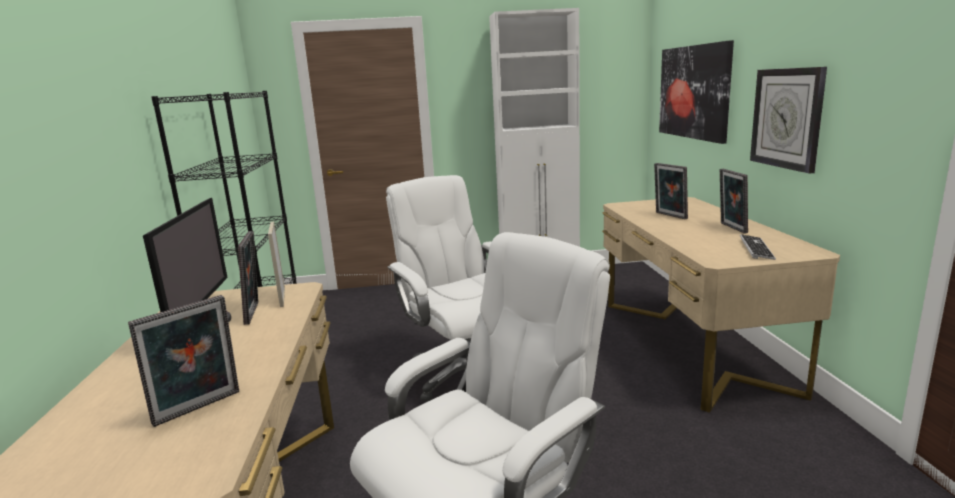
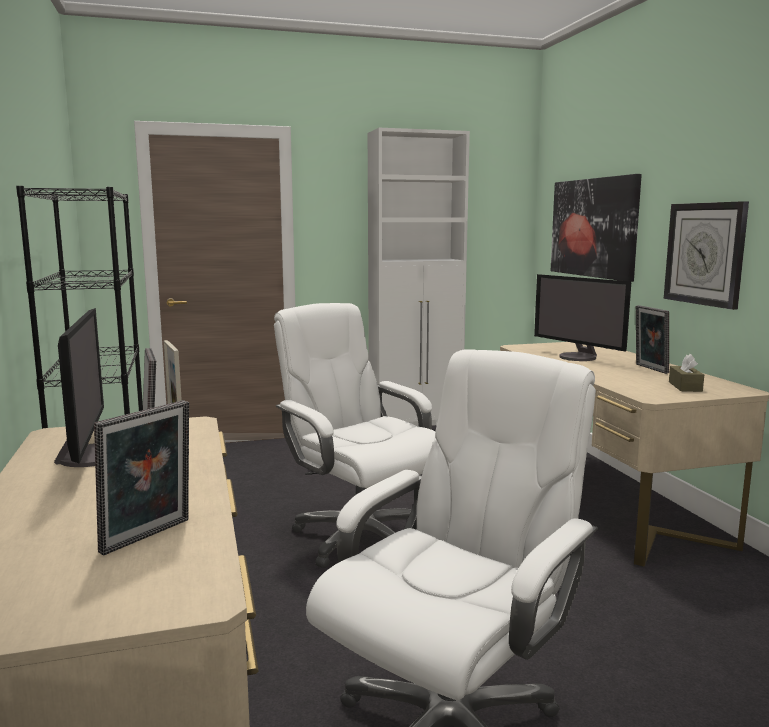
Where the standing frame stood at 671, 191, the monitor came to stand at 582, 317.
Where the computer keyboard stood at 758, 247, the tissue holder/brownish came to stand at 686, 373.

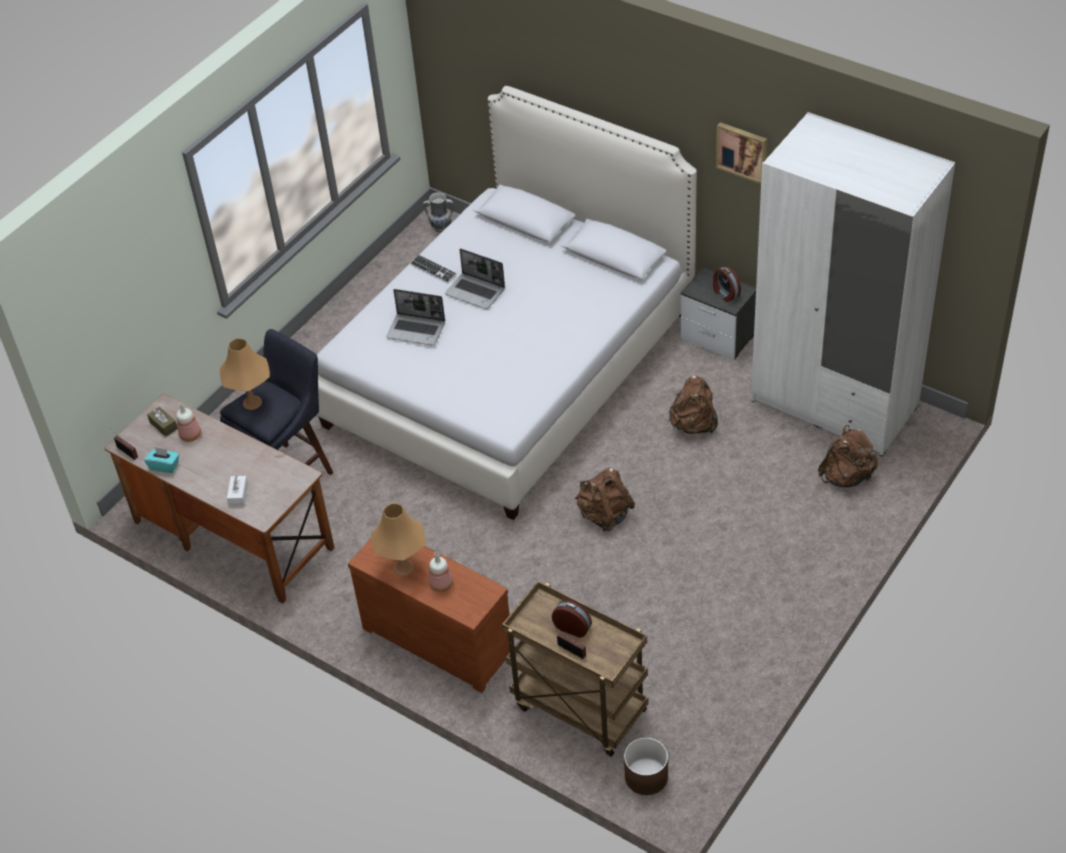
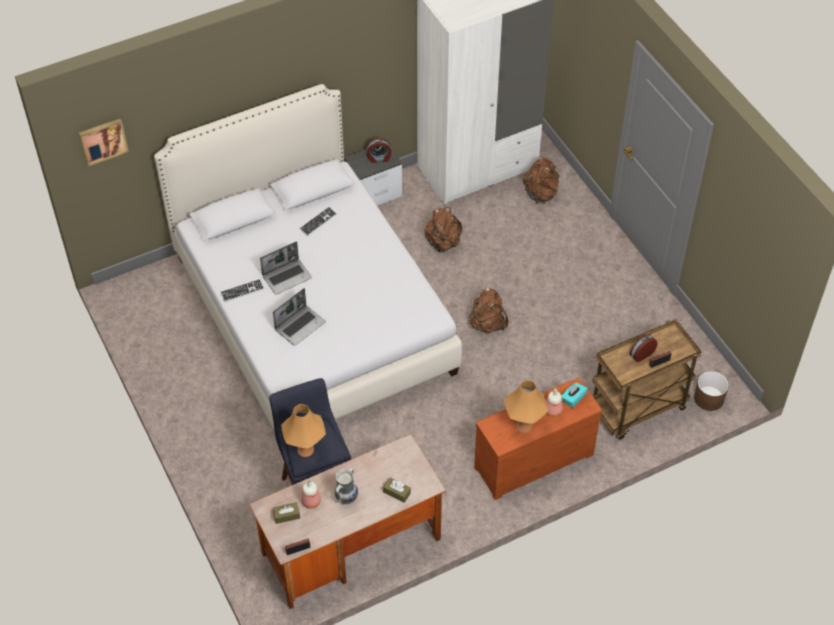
The wall art ended up elsewhere, having gone from 741, 153 to 104, 142.
The second view gained the computer keyboard at 318, 221.
The vase ended up elsewhere, having gone from 438, 212 to 346, 486.
What was the tissue holder/whitish at 237, 491 turned into the tissue holder/brownish at 397, 490.
The tissue holder/turquoise ended up elsewhere, having gone from 161, 460 to 574, 395.

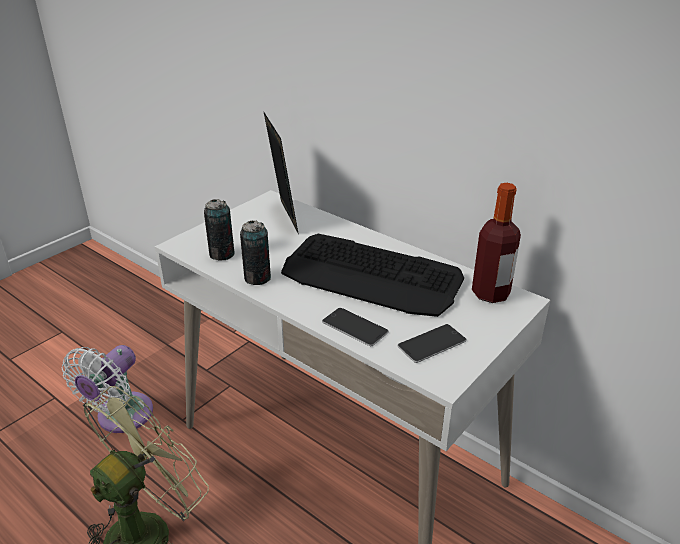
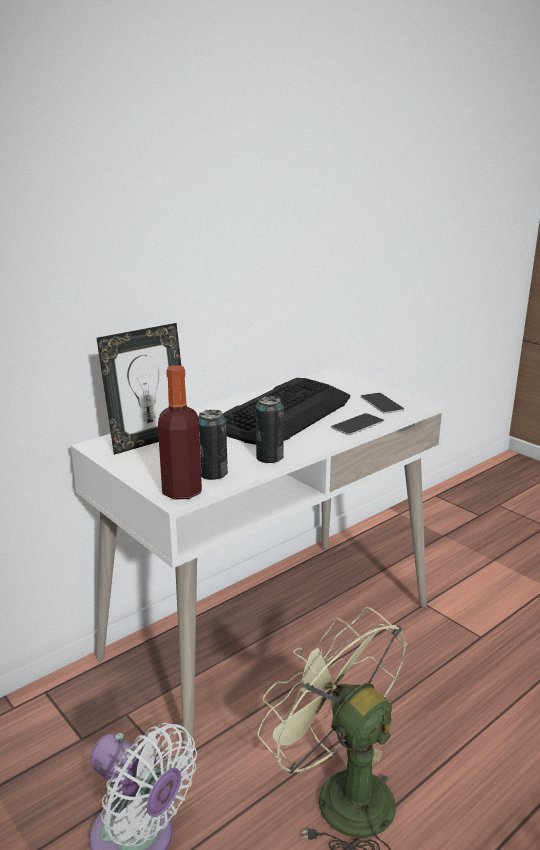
The standing frame at 281, 172 ended up facing another way, 150 degrees clockwise from before.
The drink bottle ended up elsewhere, having gone from 496, 243 to 180, 432.

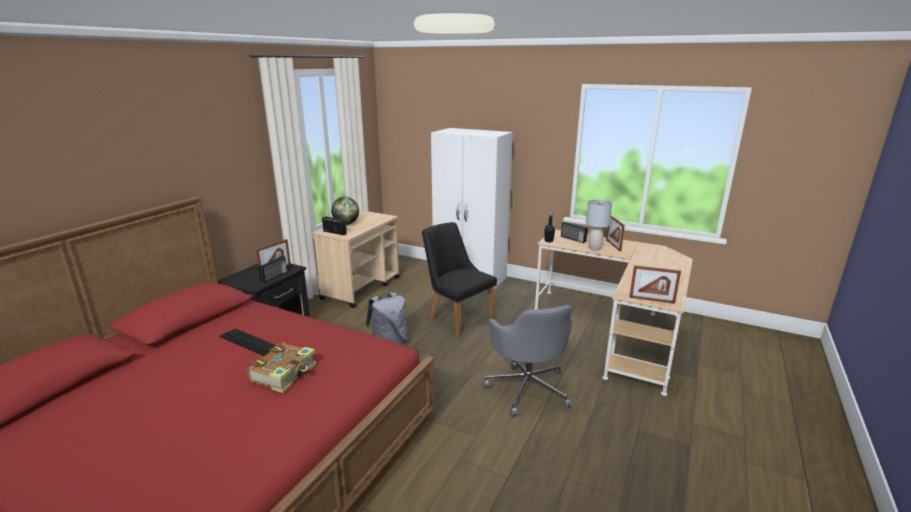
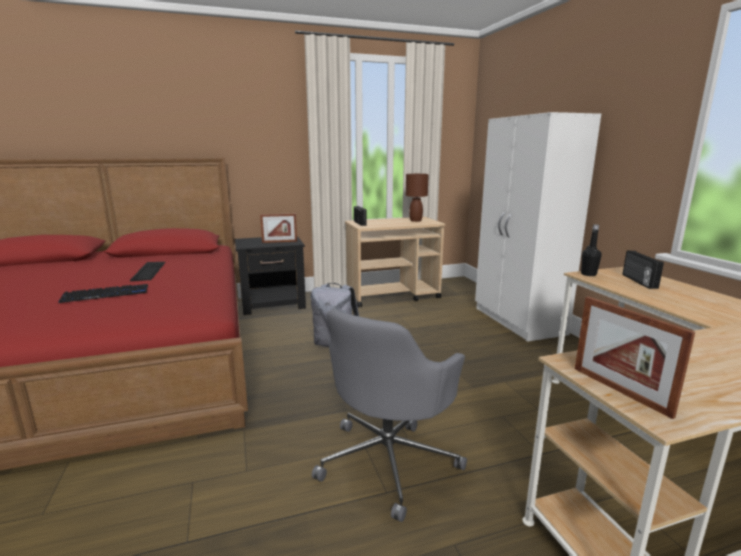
Where the bound book stood at 282, 368, the computer keyboard came to stand at 103, 293.
The second view gained the table lamp/brownish at 417, 198.
The second view lost the radio at 272, 269.
The second view lost the globe at 345, 211.
The second view lost the upright chair/blackish at 459, 280.
The second view lost the table lamp/gray at 599, 224.
The second view lost the standing frame at 615, 233.

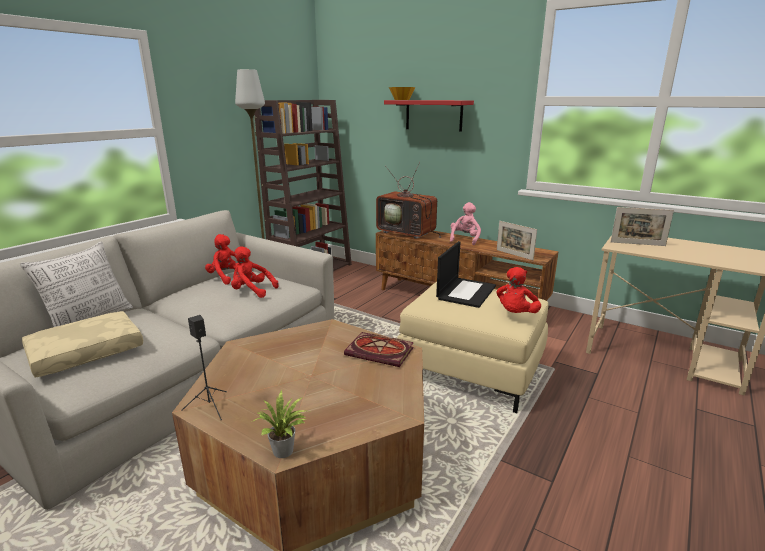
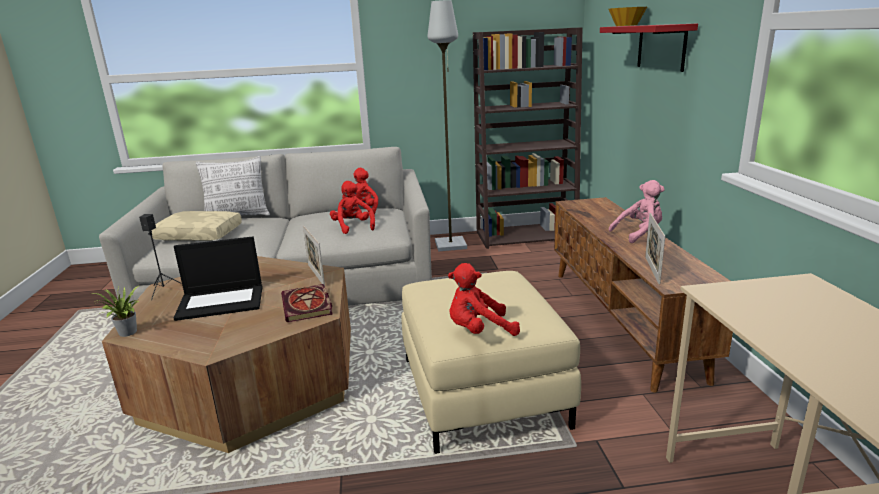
The portable computer ended up elsewhere, having gone from 466, 274 to 218, 278.
The standing frame ended up elsewhere, having gone from 642, 226 to 314, 255.
The second view lost the TV set at 408, 200.

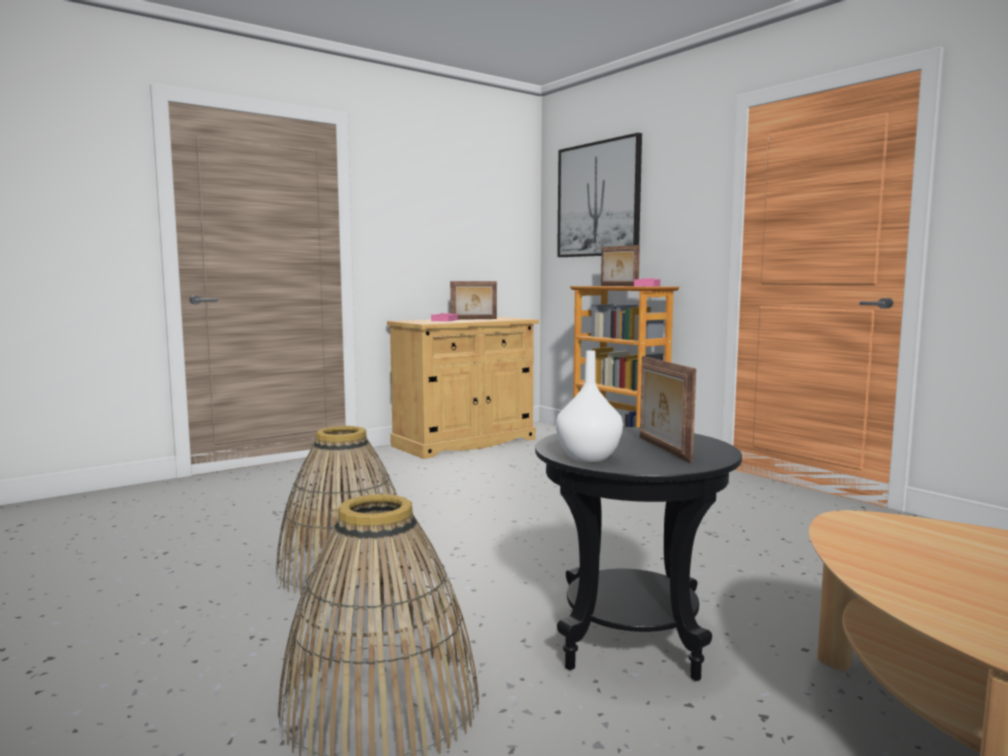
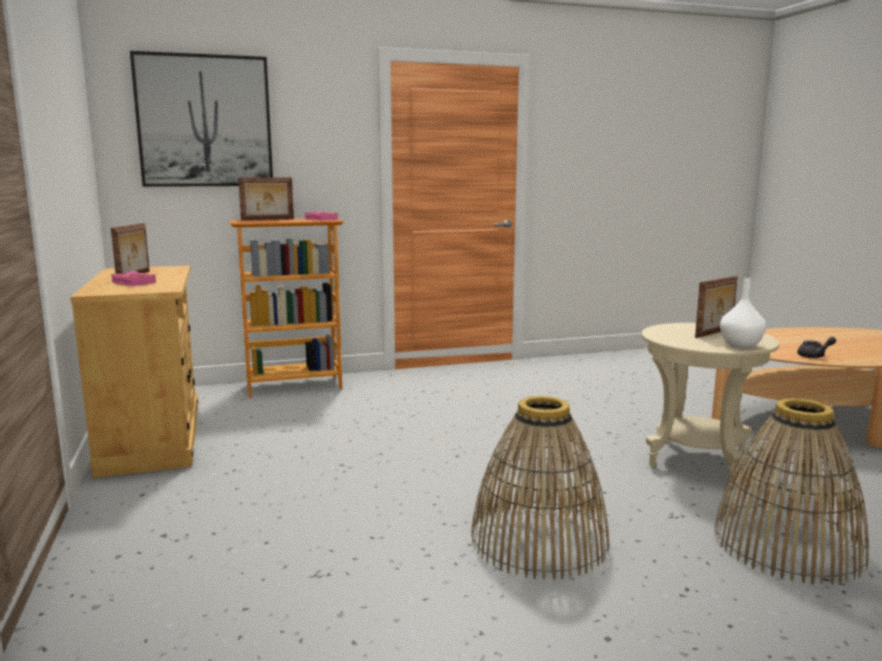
What was the accent table/blackish at 638, 554 turned into the accent table/beige at 710, 402.
The standing frame at 668, 409 ended up facing another way, 45 degrees counterclockwise from before.
The second view gained the pot for tea/gray at 816, 347.

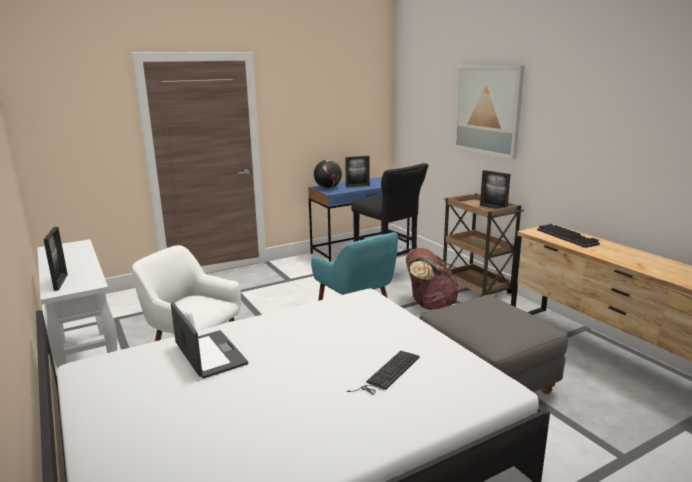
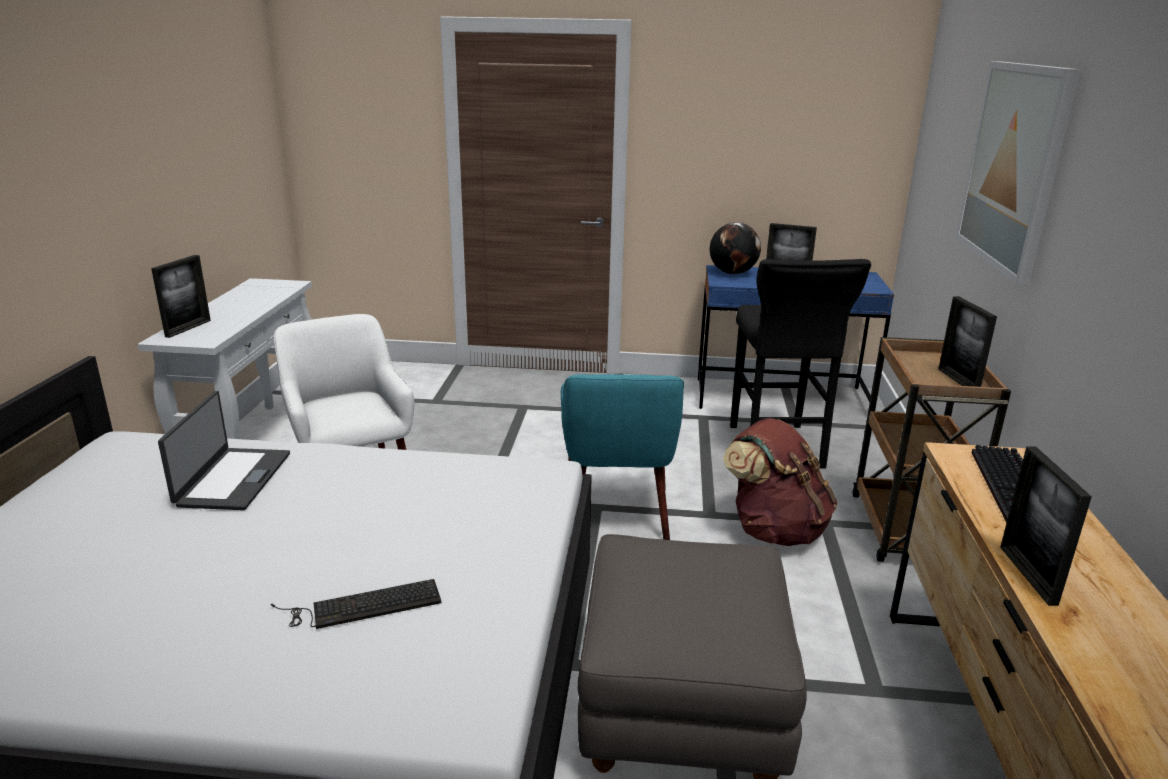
The second view gained the standing frame at 1046, 526.

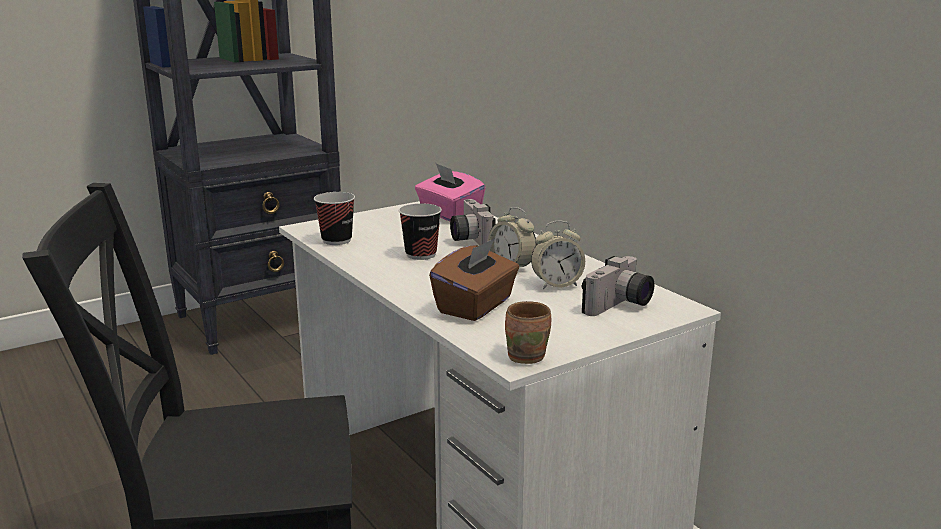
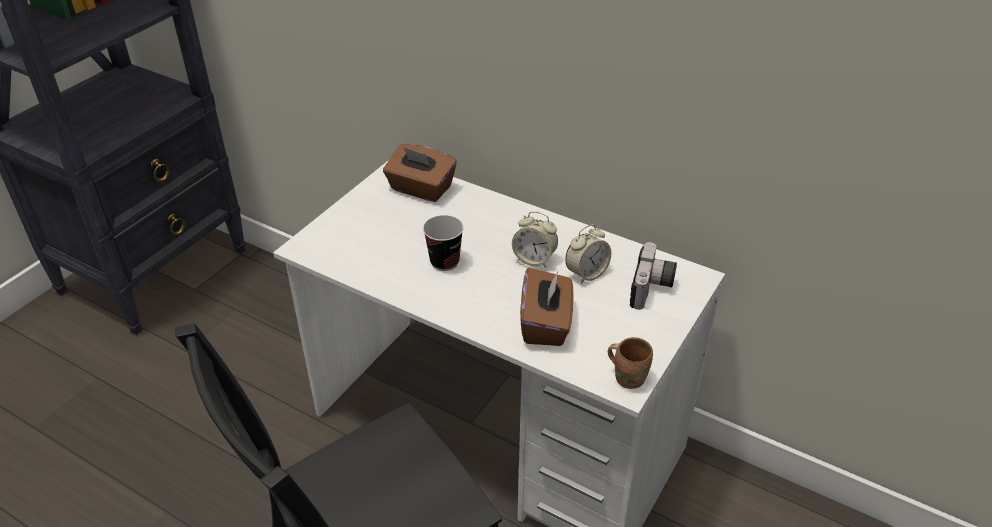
What was the tissue holder/pinkish at 450, 192 turned into the tissue holder/brownish at 420, 173.
The second view lost the cup at 334, 218.
The second view lost the still camera at 472, 222.

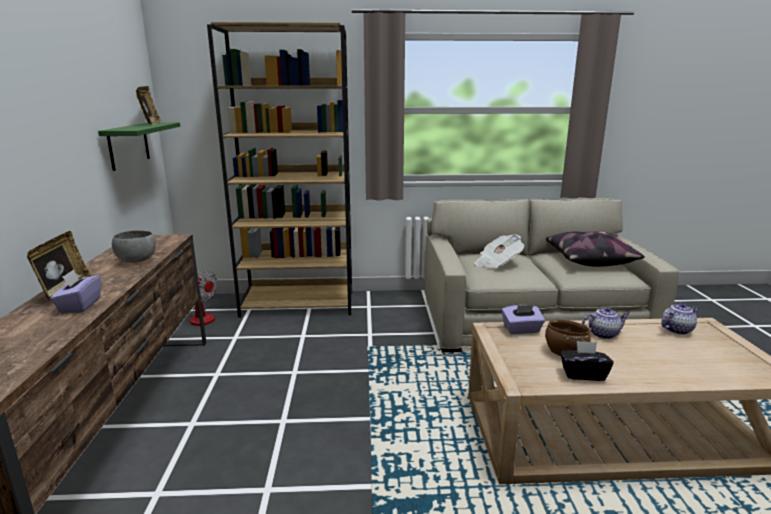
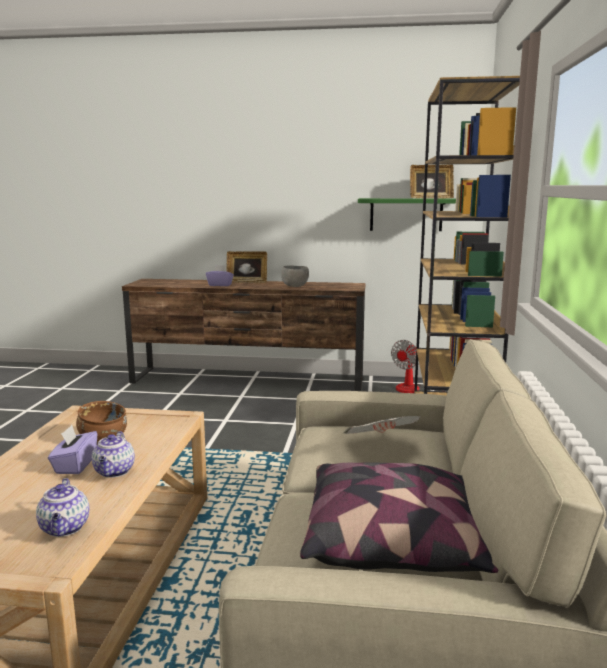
The tissue holder/purple ended up elsewhere, having gone from 523, 319 to 72, 449.
The second view lost the tissue holder/blackish at 587, 361.

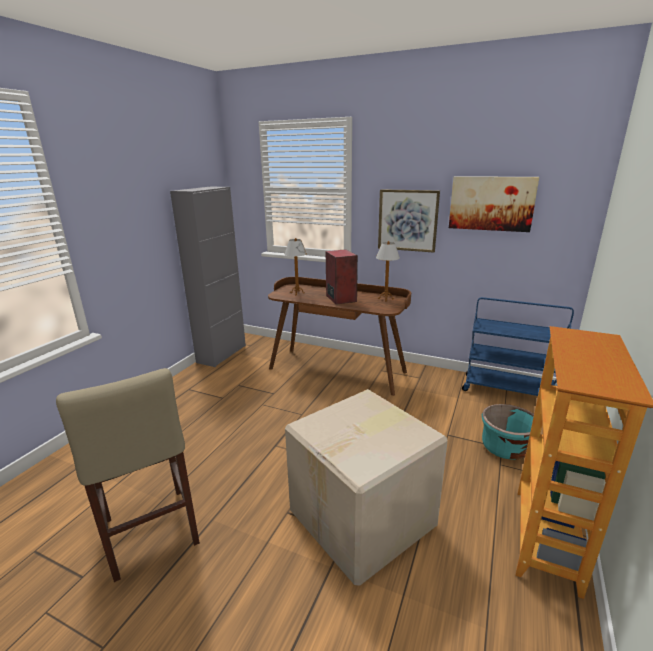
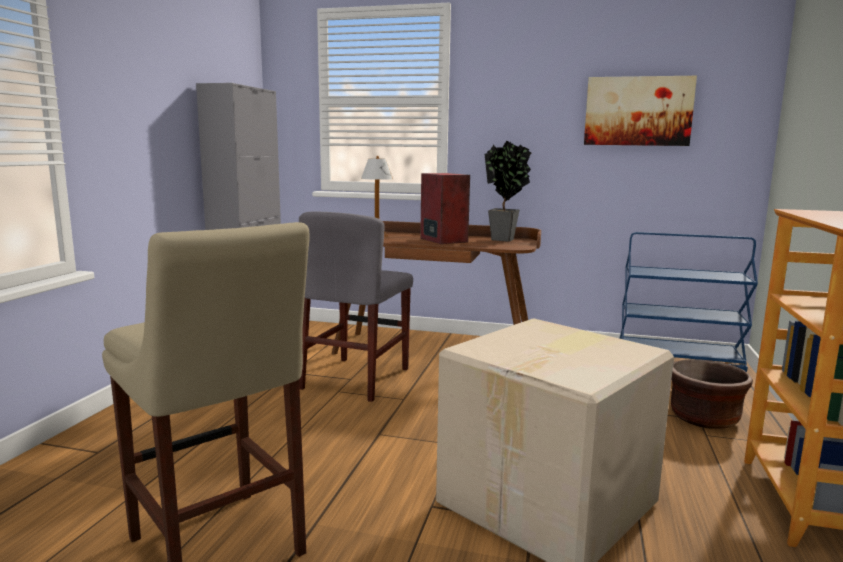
The second view gained the upright chair/gray at 356, 306.
Where the table lamp stood at 388, 271, the plant in a pot came to stand at 508, 191.
What was the plant pot/turquoise at 507, 432 turned into the plant pot/brownish at 712, 394.
The second view lost the wall art at 409, 221.

